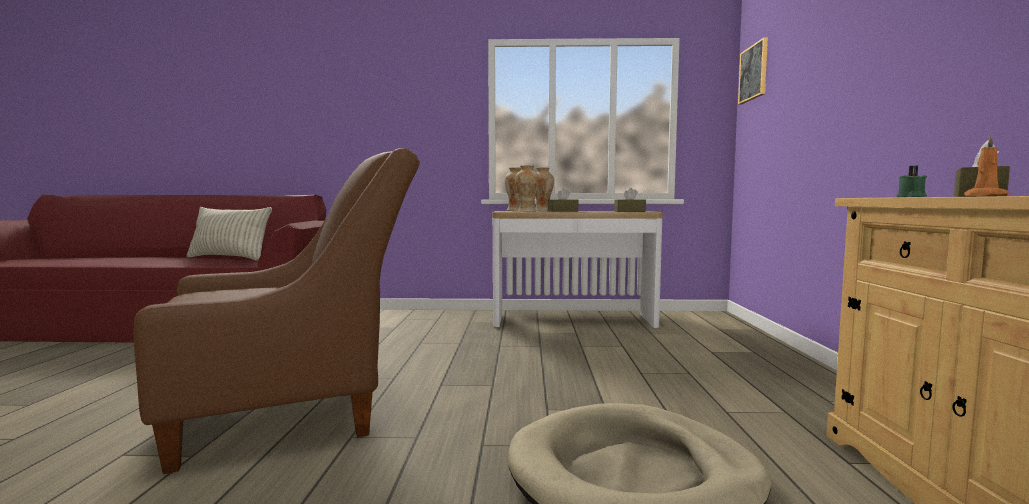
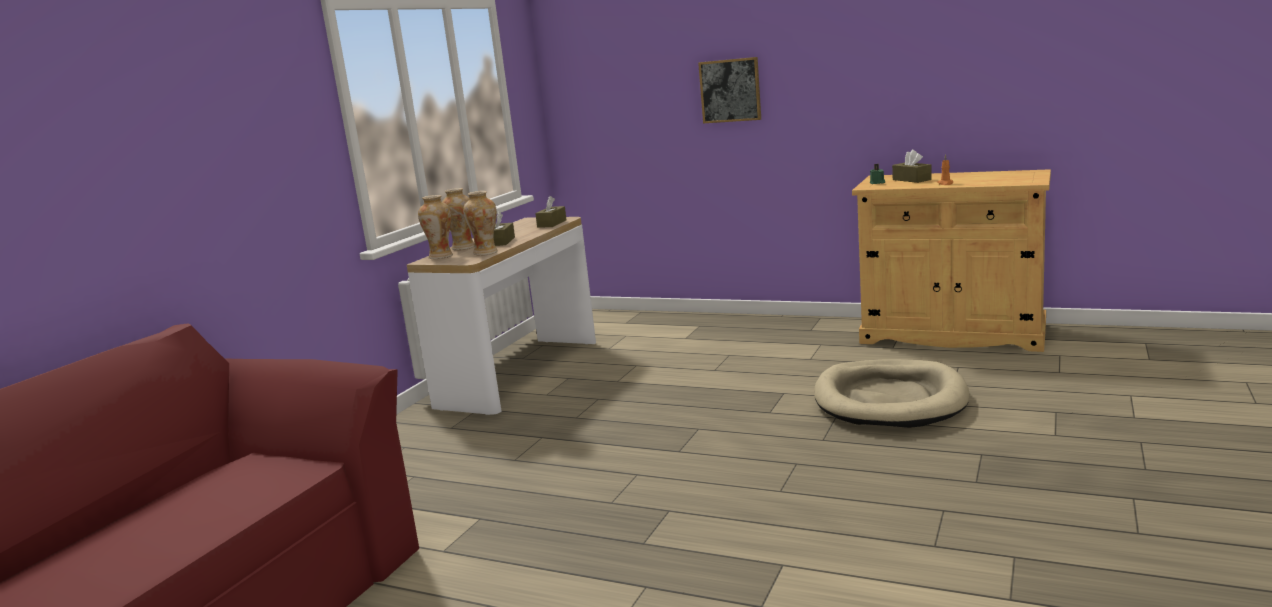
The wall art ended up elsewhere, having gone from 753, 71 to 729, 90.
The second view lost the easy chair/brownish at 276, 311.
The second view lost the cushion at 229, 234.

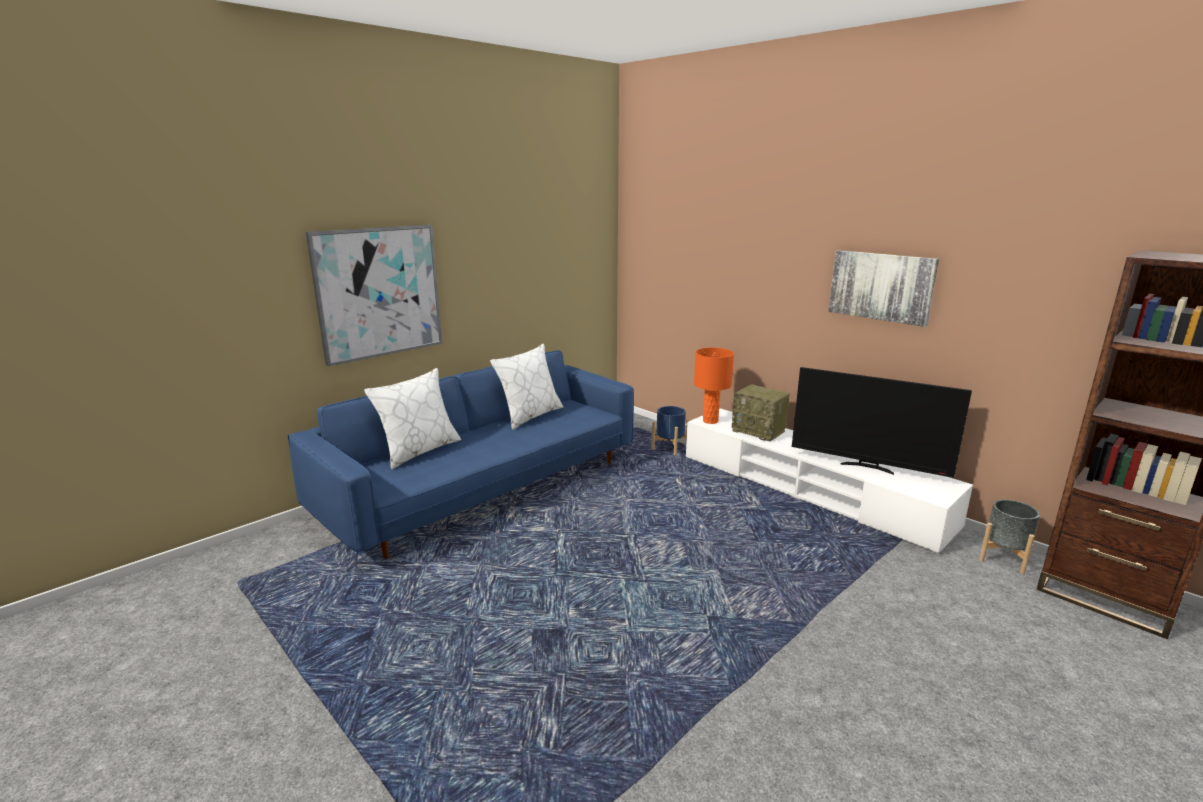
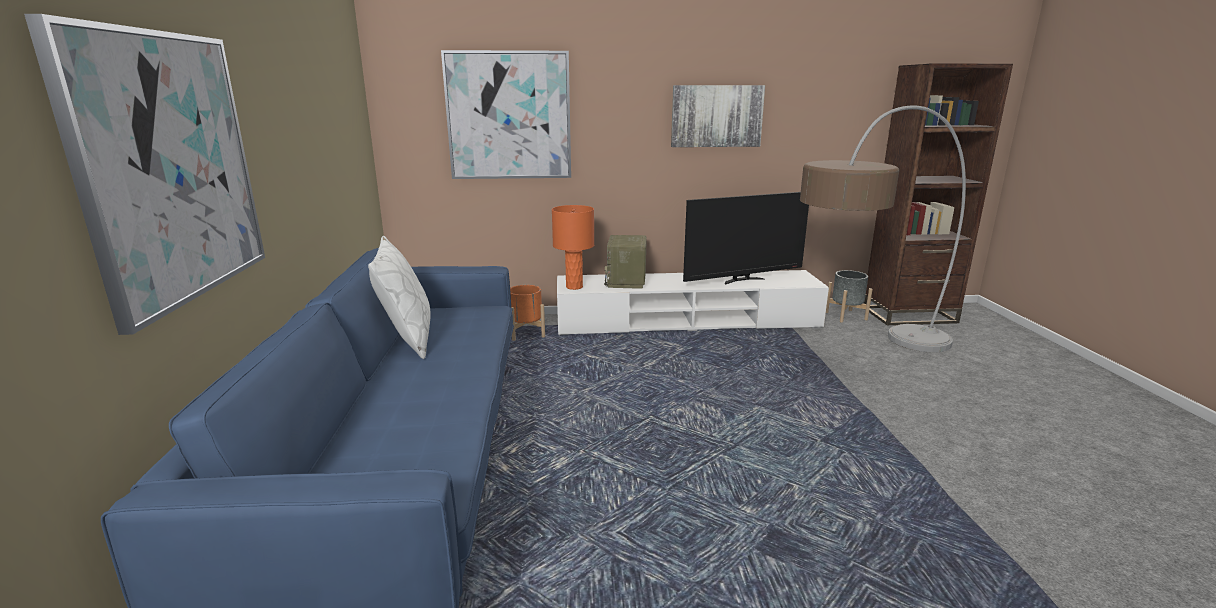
The second view gained the wall art at 506, 114.
What was the plant pot/bluish at 670, 430 turned into the plant pot/orange-coloured at 527, 313.
The radio at 761, 413 ended up facing another way, 105 degrees clockwise from before.
The second view gained the standard lamp at 883, 229.
The second view lost the cushion/whitish at 412, 418.

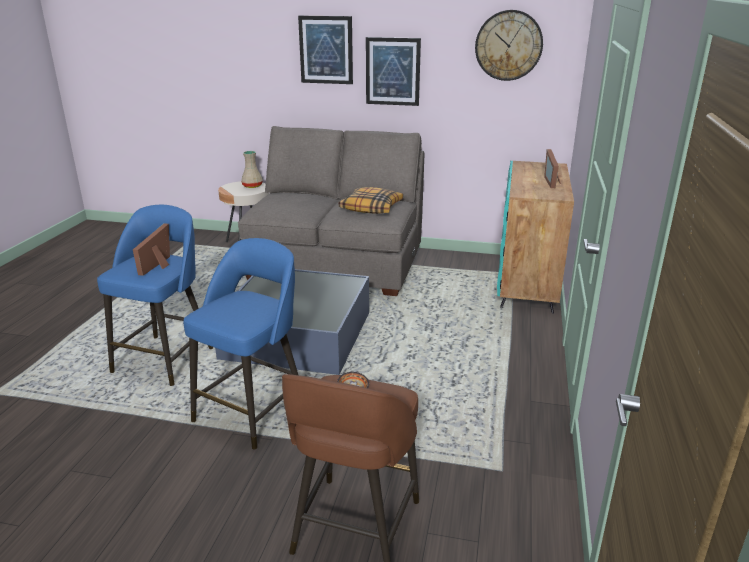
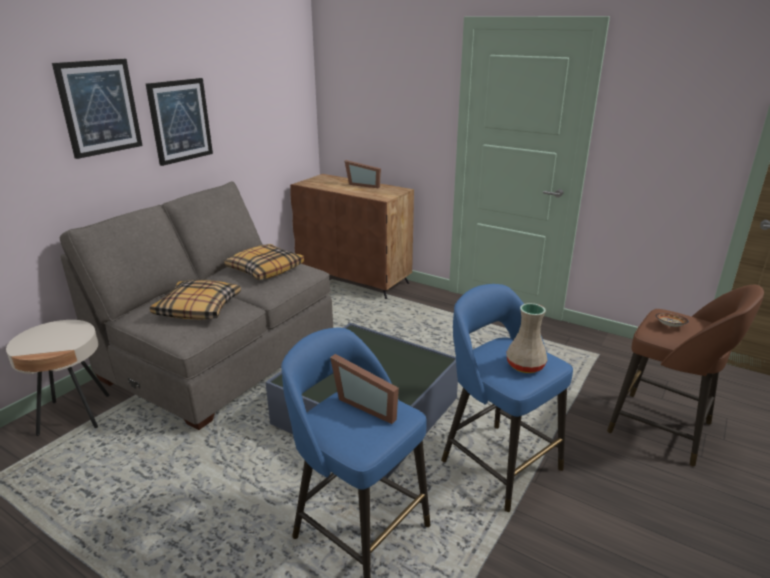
The second view gained the cushion at 195, 299.
What was the storage cabinet/turquoise at 535, 237 turned into the storage cabinet/brownish at 352, 236.
The vase/beige ended up elsewhere, having gone from 252, 169 to 527, 338.
The second view lost the clock on the wall at 509, 45.

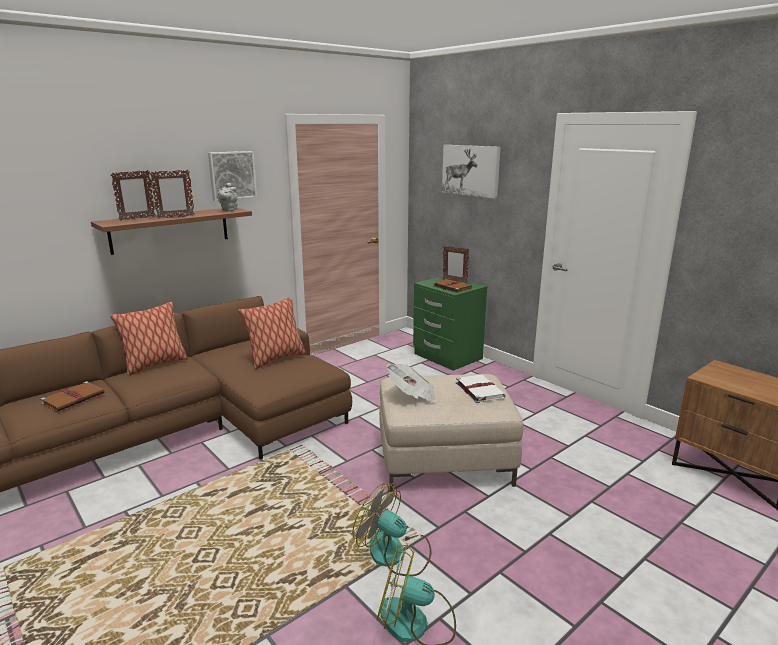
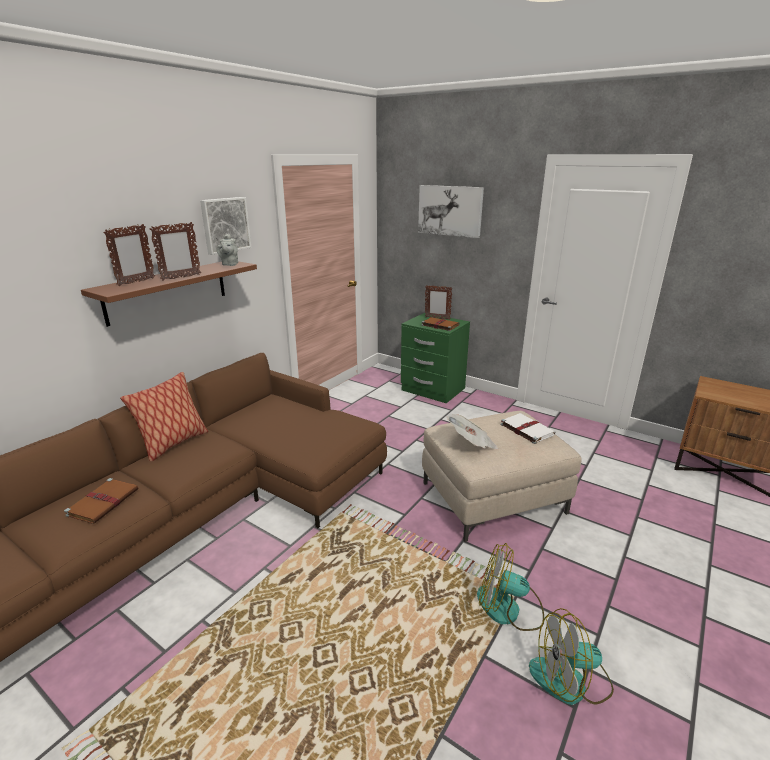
The second view lost the cushion at 272, 333.

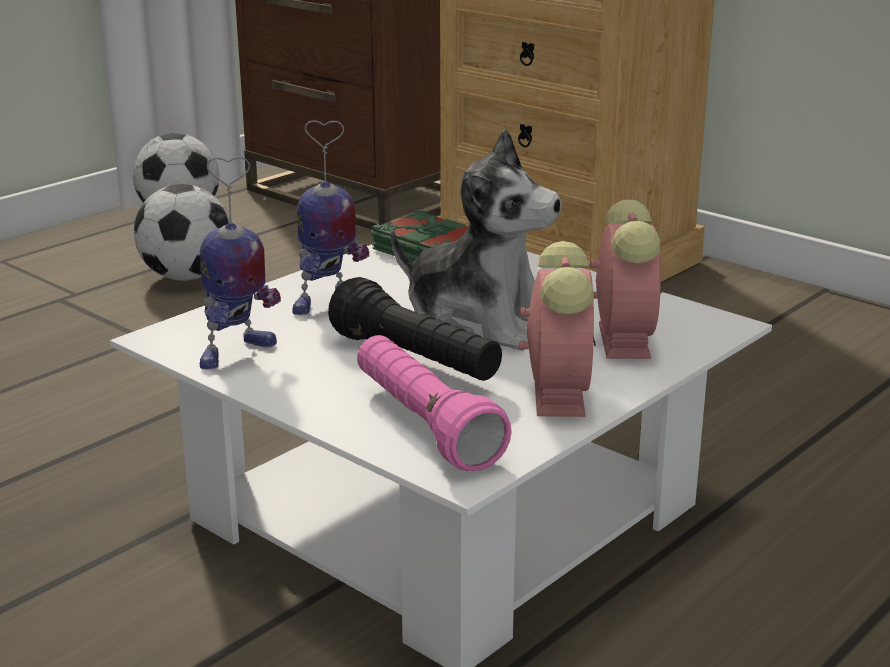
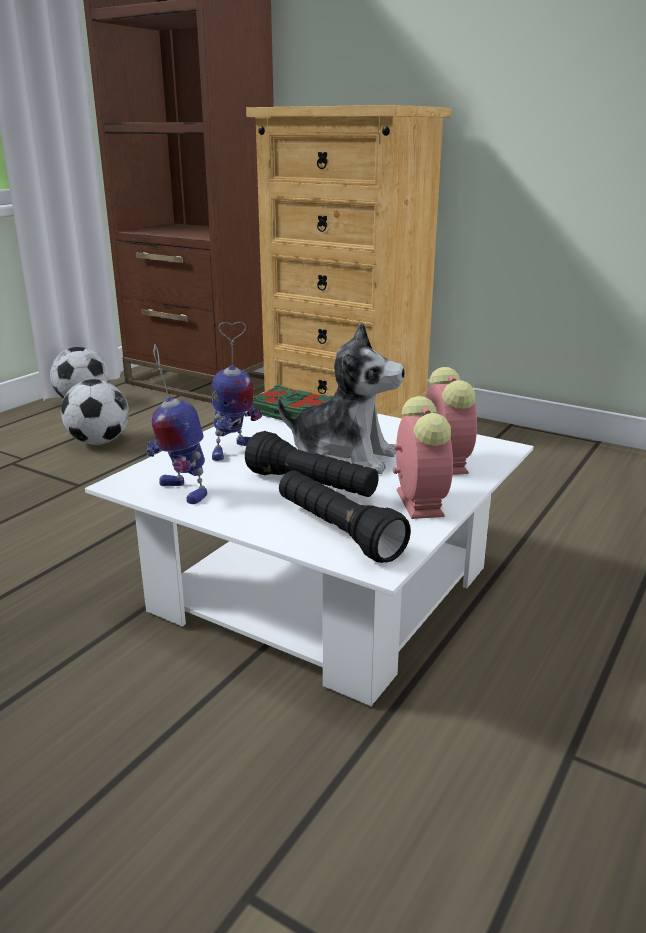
The model robot at 240, 263 ended up facing another way, 105 degrees clockwise from before.
What was the flashlight/pinkish at 434, 403 turned into the flashlight/blackish at 345, 516.

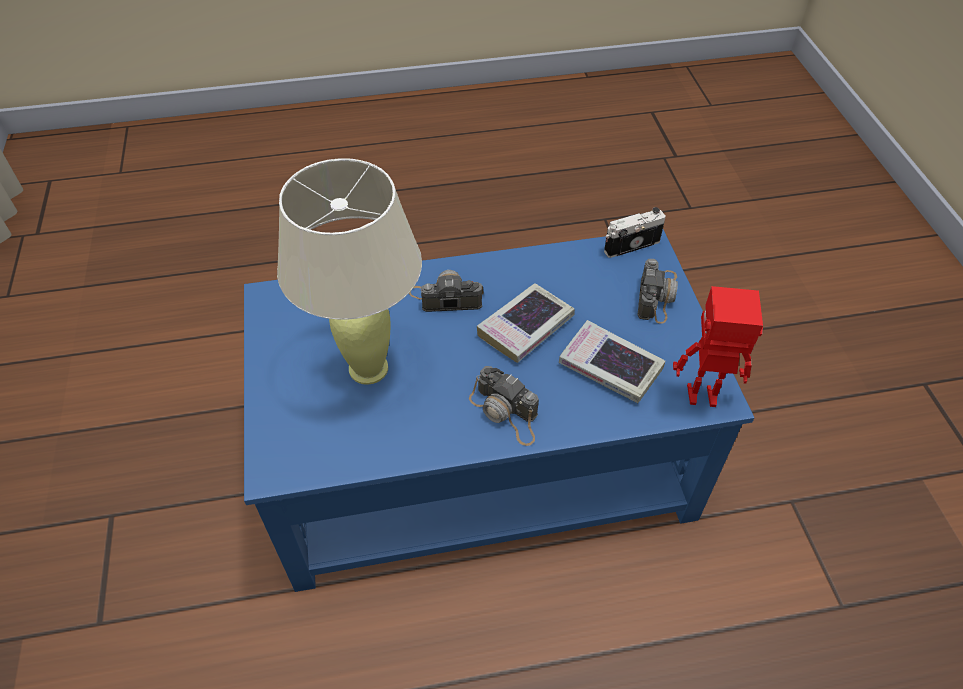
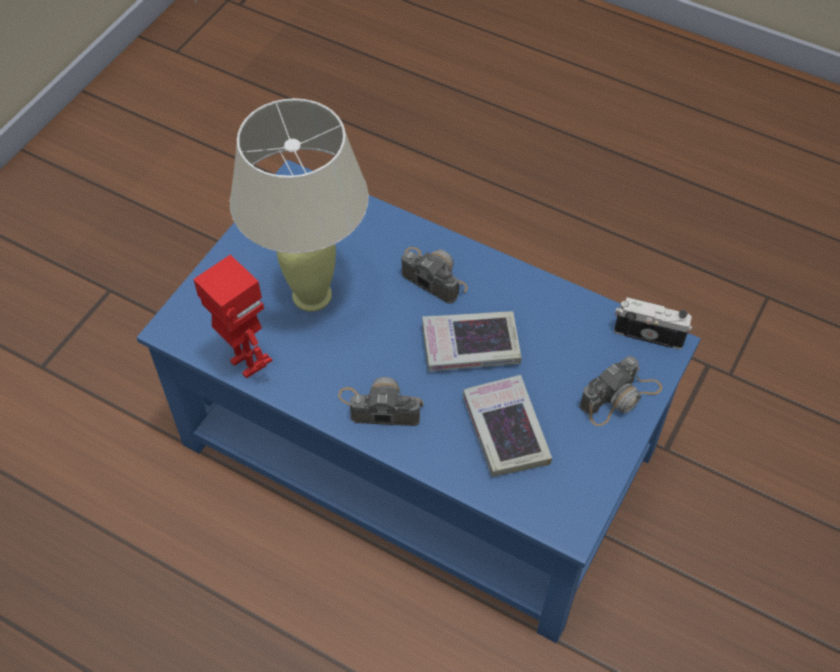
The model robot ended up elsewhere, having gone from 718, 346 to 232, 316.
The still camera at 504, 406 ended up facing another way, 105 degrees clockwise from before.

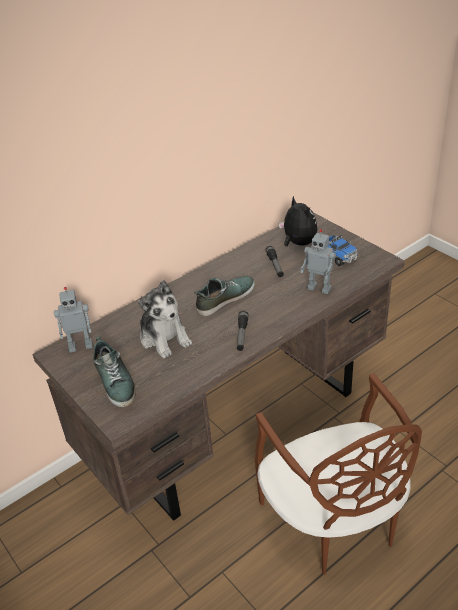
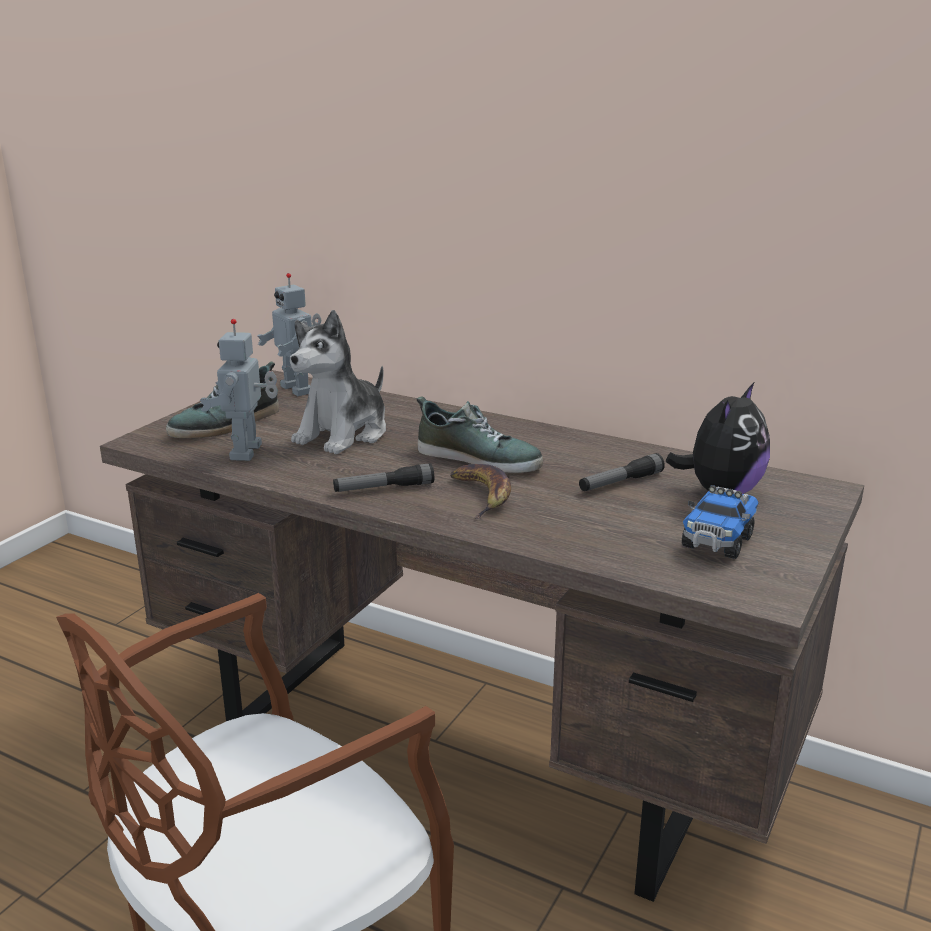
The model robot ended up elsewhere, having gone from 318, 261 to 239, 390.
The second view gained the banana at 480, 491.

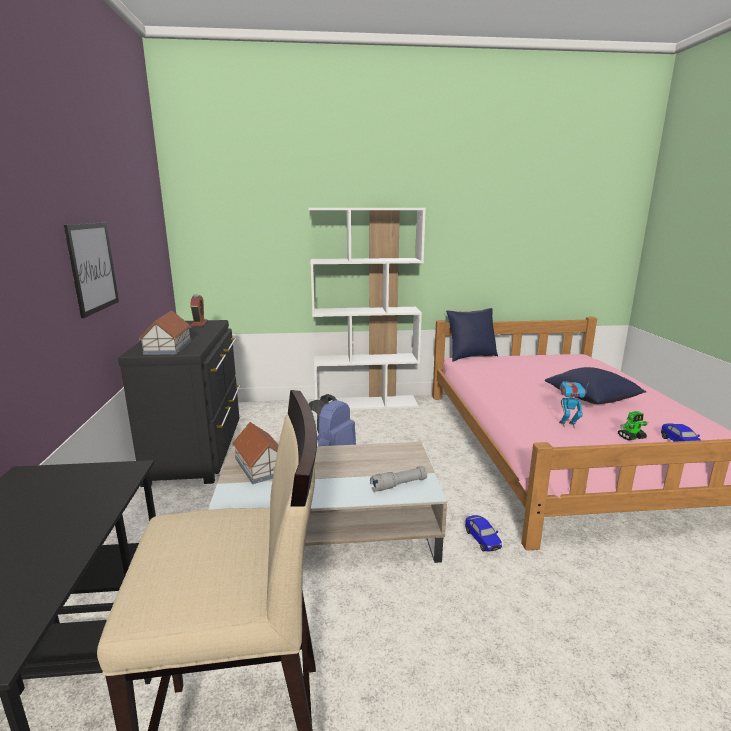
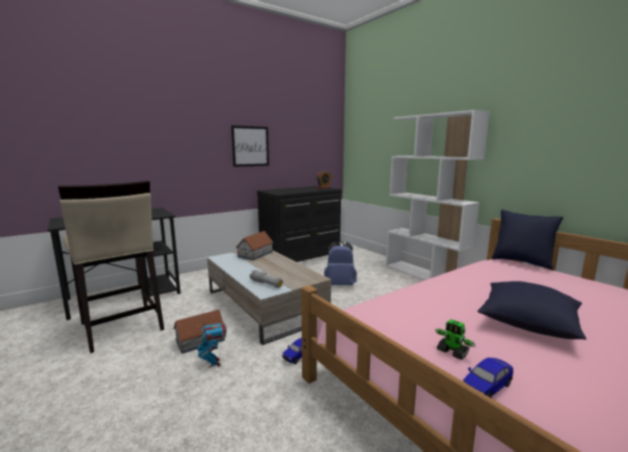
The toy house ended up elsewhere, having gone from 165, 332 to 199, 332.
The model robot ended up elsewhere, having gone from 574, 405 to 212, 344.

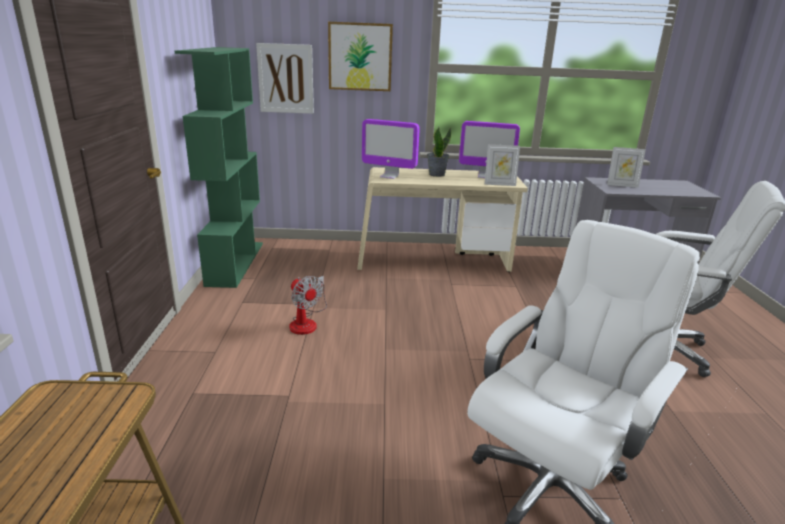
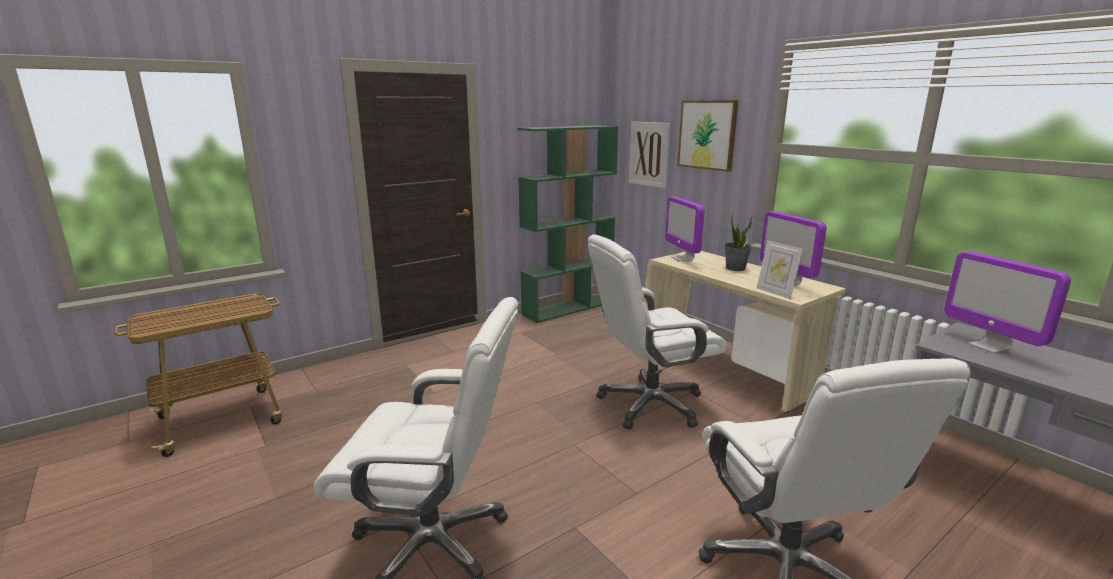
The second view gained the computer chair/whitish at 657, 331.
Where the standing frame stood at 626, 167, the monitor came to stand at 1007, 302.
The second view lost the fan at 308, 305.

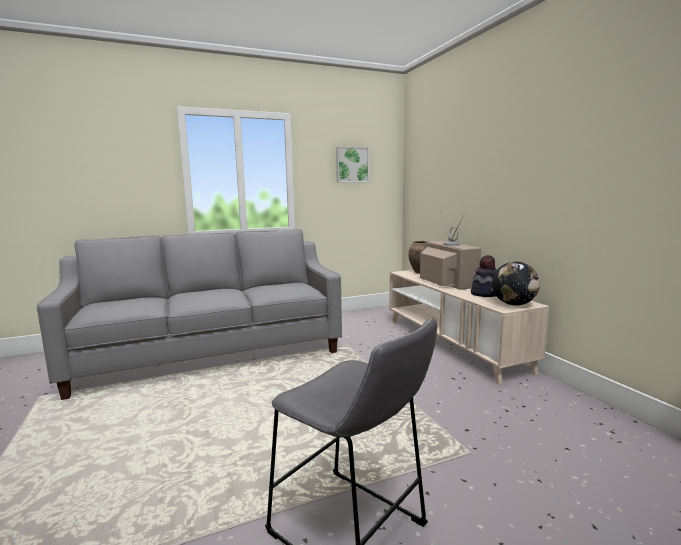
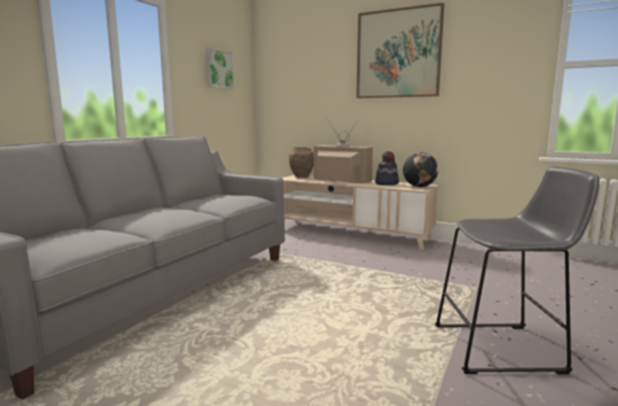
The second view gained the wall art at 400, 50.

